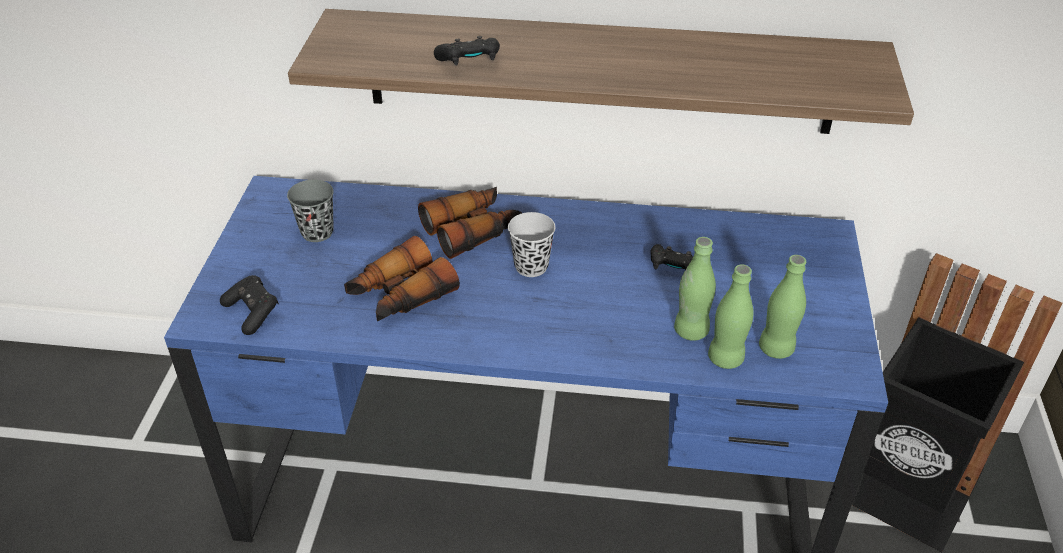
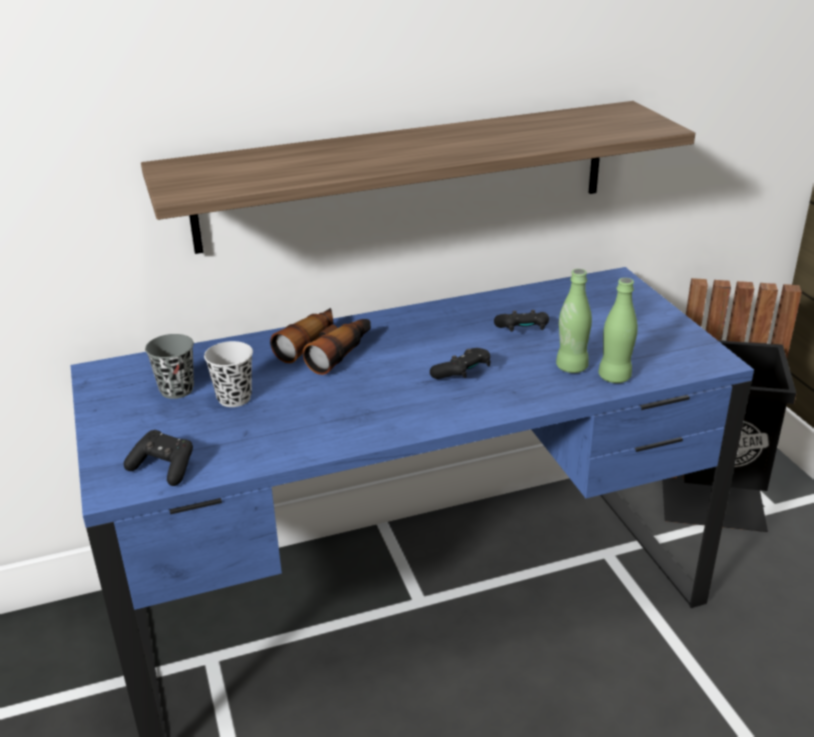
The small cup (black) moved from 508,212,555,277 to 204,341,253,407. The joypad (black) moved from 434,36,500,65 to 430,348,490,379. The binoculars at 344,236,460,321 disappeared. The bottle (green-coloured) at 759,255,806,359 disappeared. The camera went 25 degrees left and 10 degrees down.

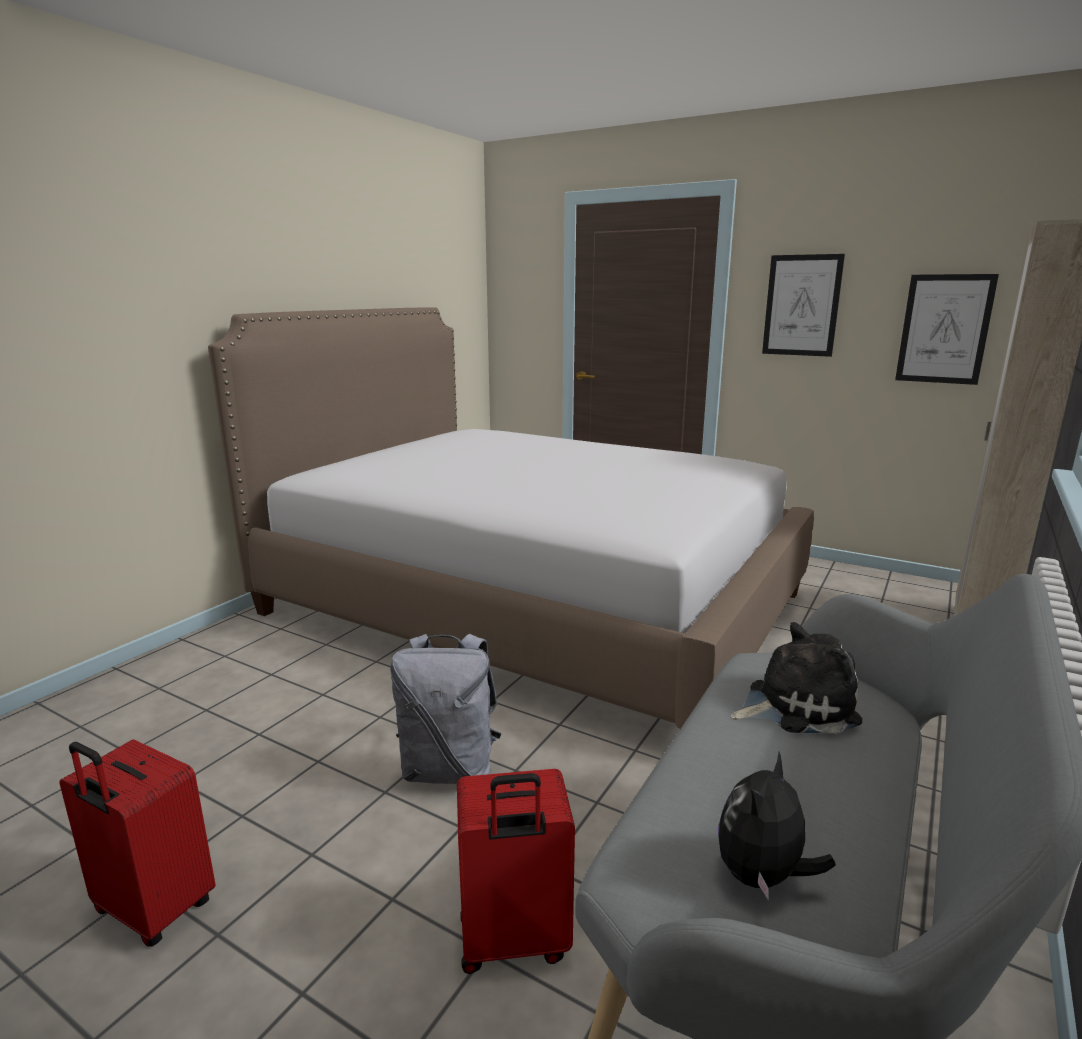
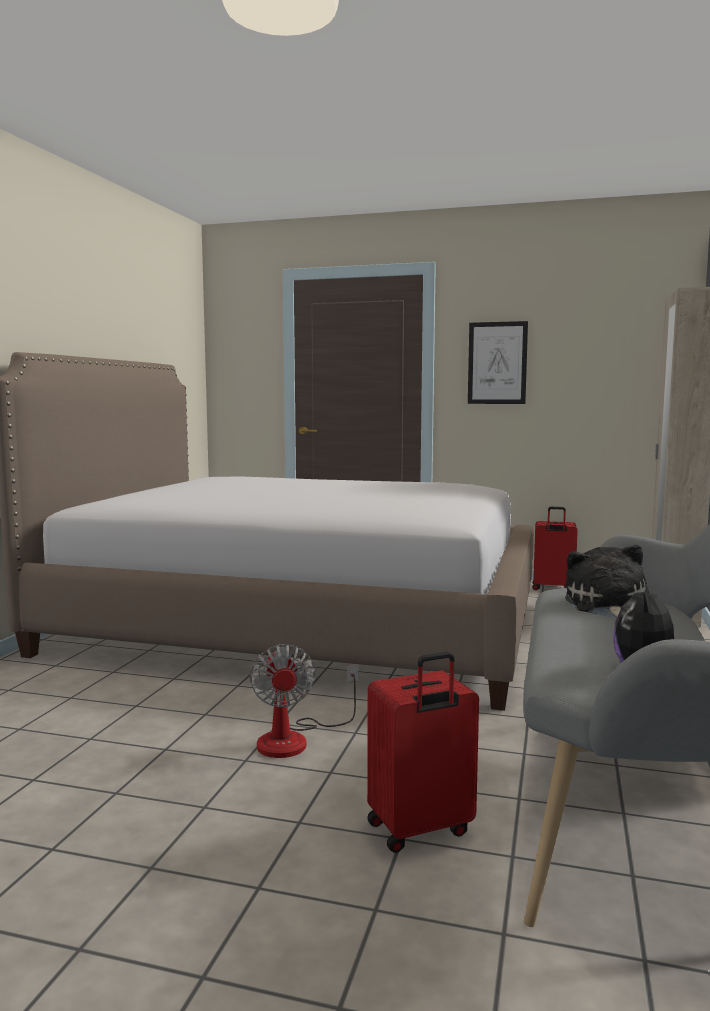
The backpack (grey) at 390,634,502,784 was replaced by the cooling fan at 250,644,359,758. The suitcase (red) moved from 60,739,216,947 to 532,507,578,590. The cuddly toy at 731,622,862,734 turned 60 degrees counterclockwise. The wall art at 895,274,999,385 disappeared. The camera went 15 degrees left and 10 degrees down.

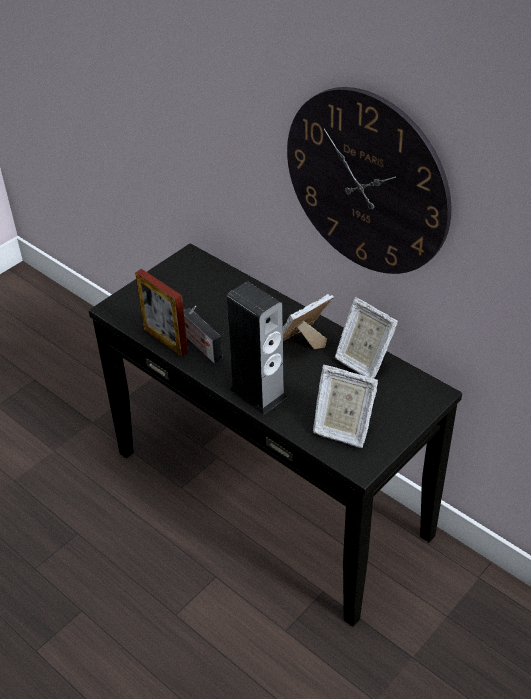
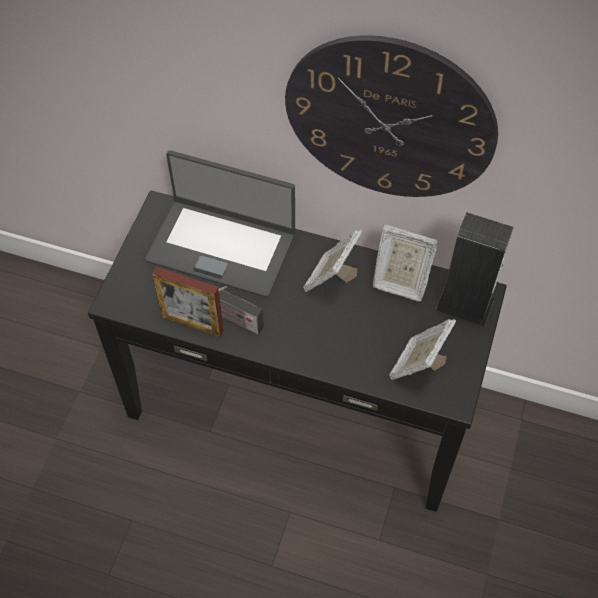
The laptop at 145,150,295,298 appeared. The photo frame at 313,365,378,448 turned 120 degrees clockwise. The speaker moved from 227,281,287,415 to 436,212,514,327. The camera went 25 degrees left and 15 degrees up.

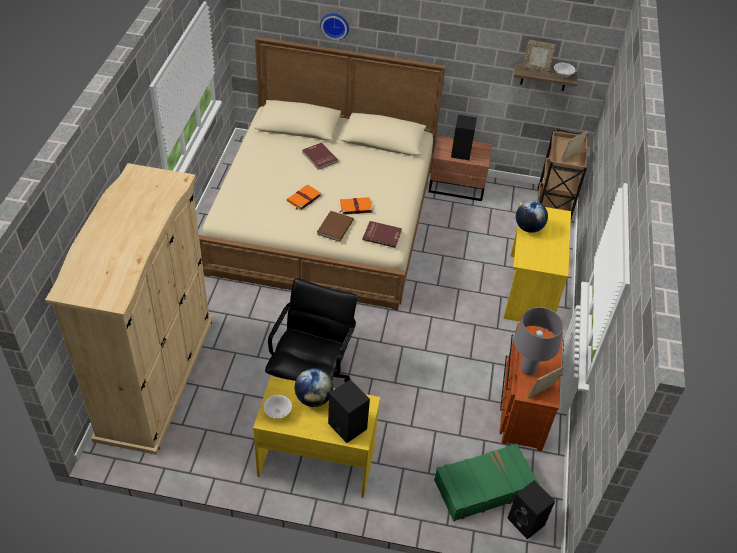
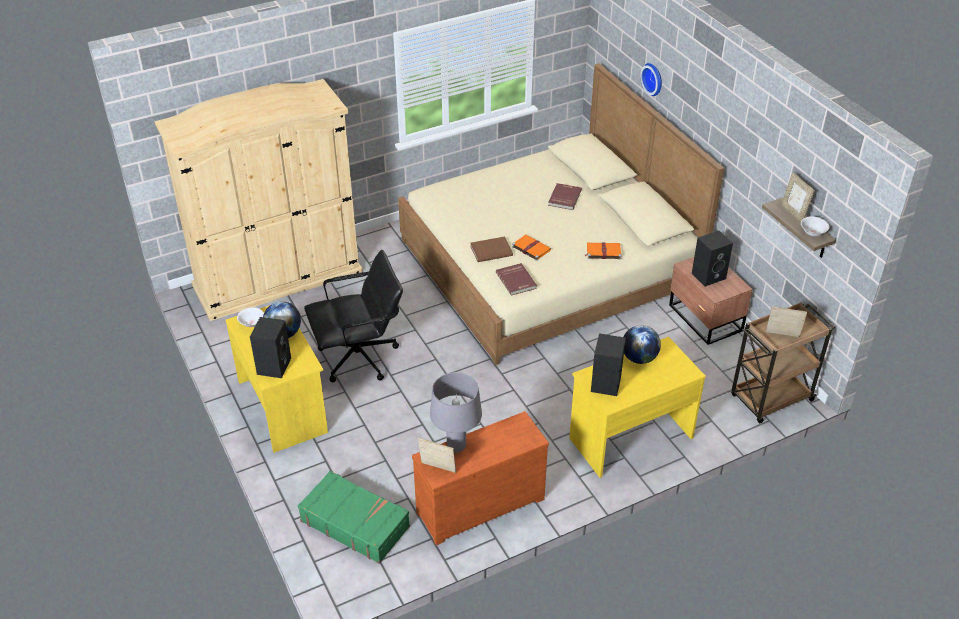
The bound book (orange) moved from 287,185,321,210 to 585,243,621,259. The speaker (black) moved from 507,480,555,539 to 591,333,626,396. The camera went 55 degrees right and 5 degrees down.

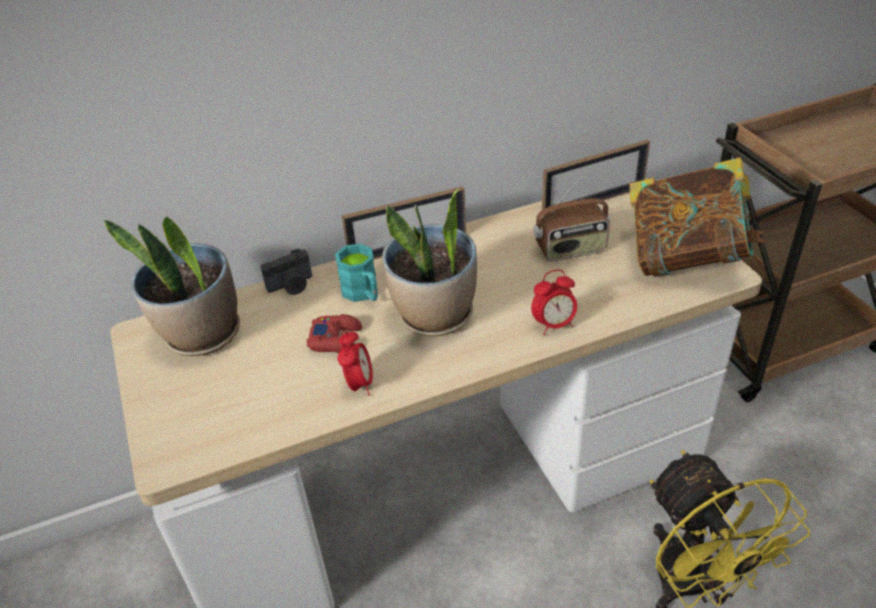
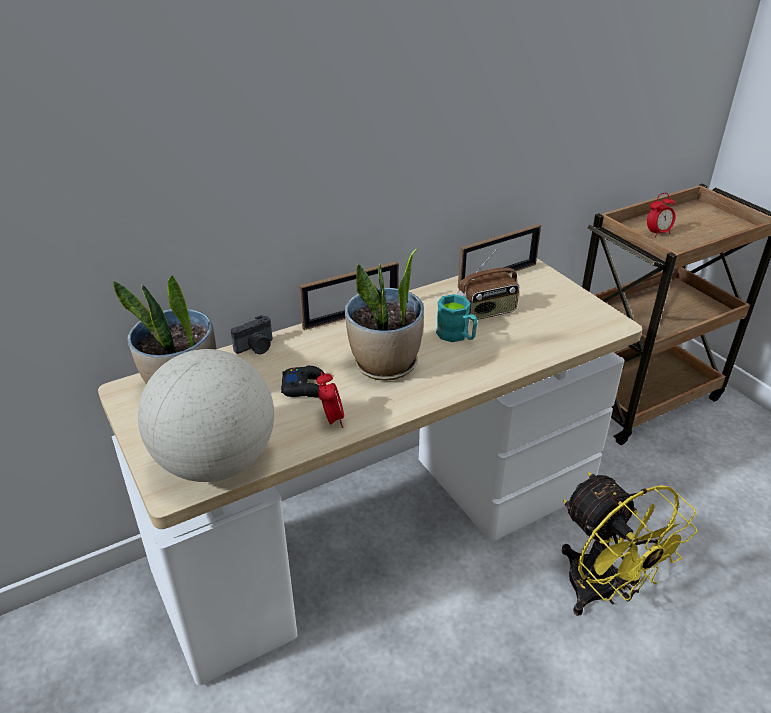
The globe at 138,349,274,482 appeared. The joypad (red) at 307,314,362,353 became the joypad (black) at 281,366,325,398. The coffee mug (blue-green) moved from 335,243,378,302 to 436,294,478,342. The alarm clock moved from 531,270,577,335 to 647,193,675,238. The bound book at 629,157,765,277 disappeared. The camera went 10 degrees left and 5 degrees down.

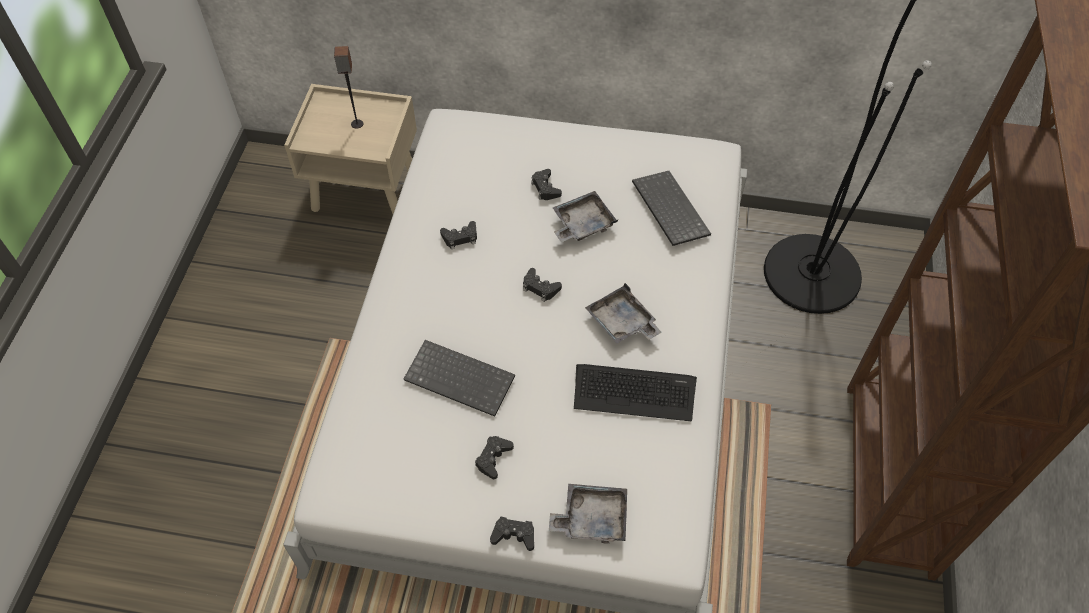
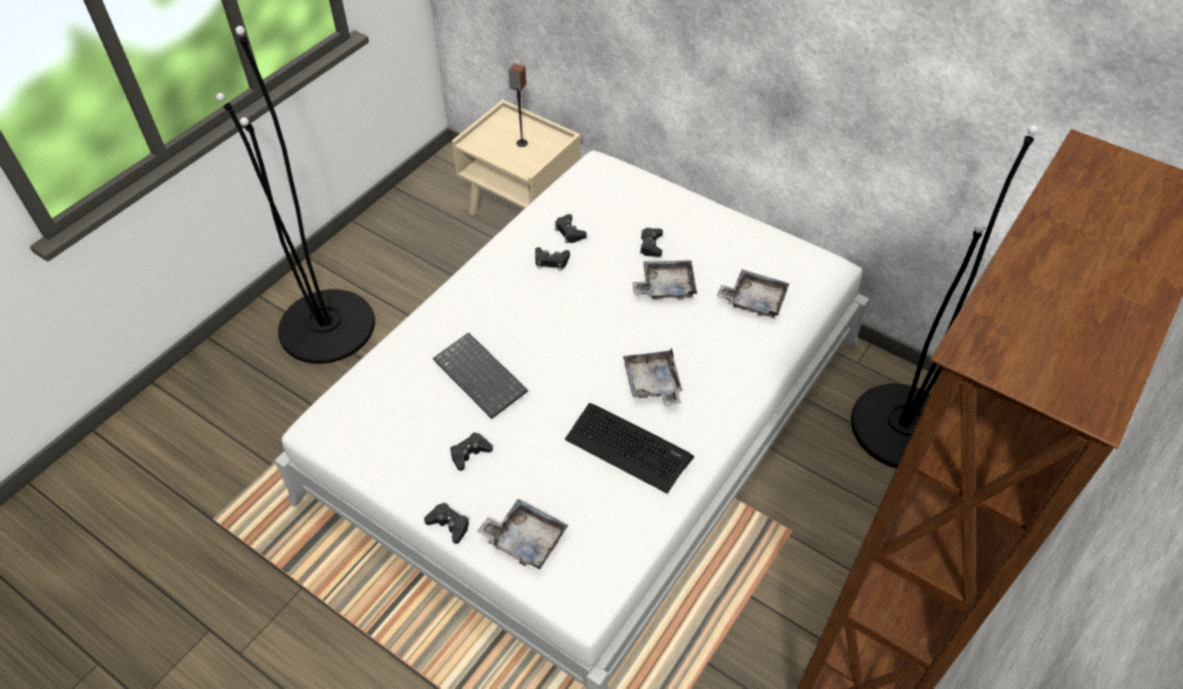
The standard lamp (black) at 216,26,375,364 appeared. The joypad (black) moved from 523,268,562,302 to 555,214,587,243. The keyboard at 632,171,711,246 was replaced by the tray (grey) at 717,269,790,318. The camera went 25 degrees right and 5 degrees down.

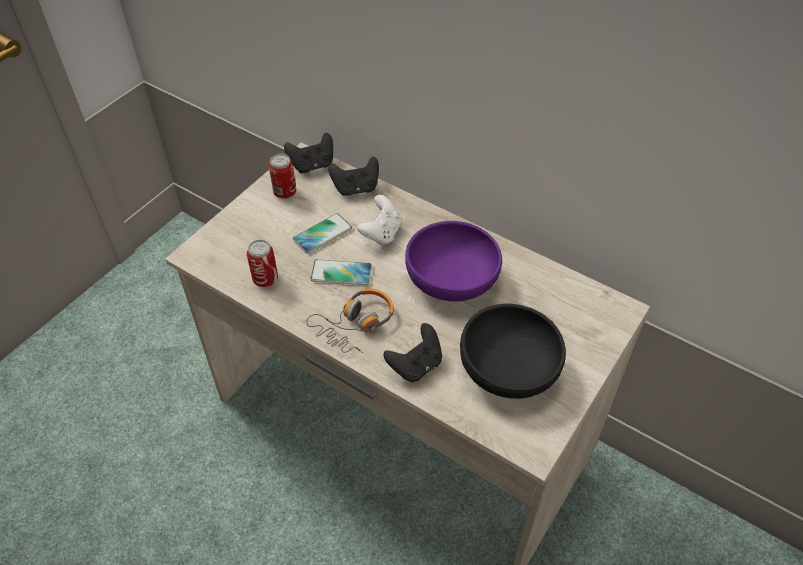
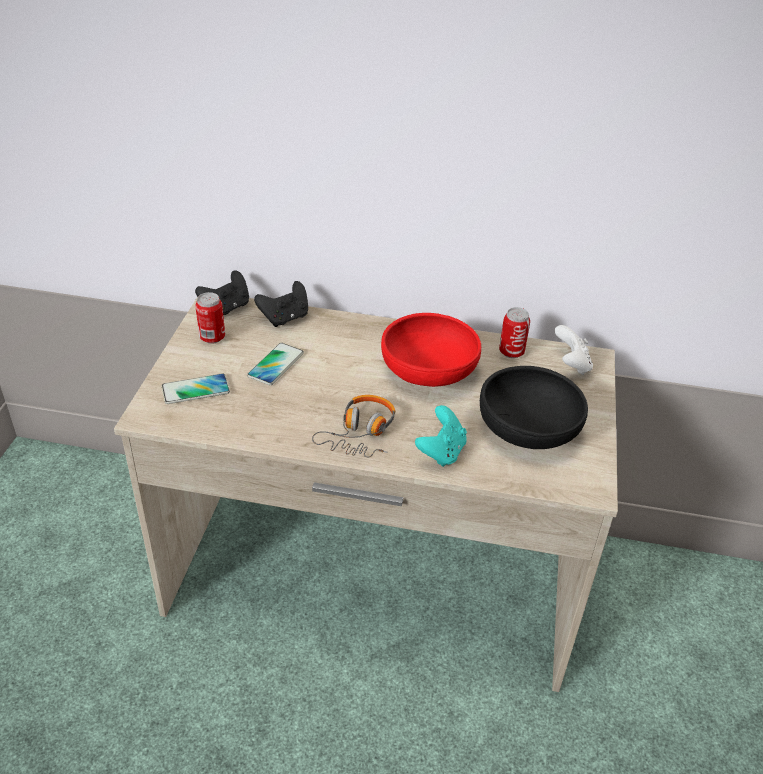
The telephone moved from 310,259,372,285 to 162,373,230,404. The deep dish (purple-coloured) at 405,221,502,302 became the deep dish (red) at 381,313,481,387. The joypad (black) at 384,323,442,382 became the joypad (blue-green) at 415,405,467,467. The metal can moved from 247,240,278,287 to 499,307,530,358. The joypad (whitish) moved from 357,195,401,246 to 555,325,593,375. The camera went 25 degrees left and 10 degrees down.

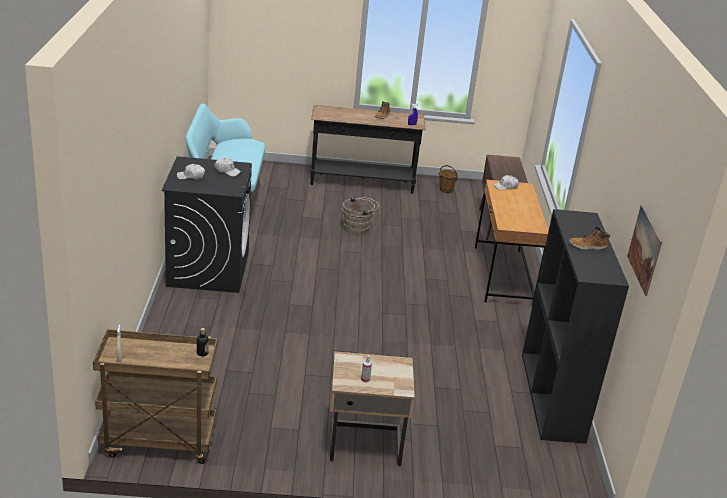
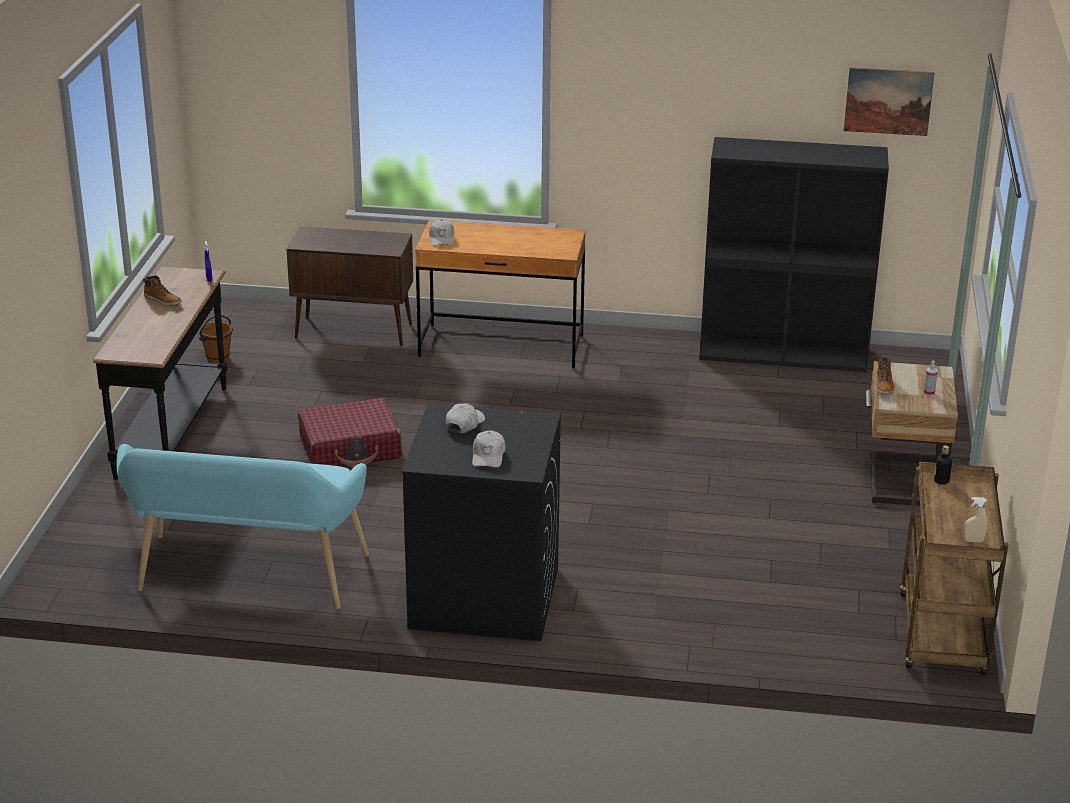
The bucket (brownish) at 343,197,379,235 was replaced by the suitcase (red) at 298,398,402,467. The tall boot moved from 569,227,610,250 to 876,357,895,394. The camera went 80 degrees left and 0 degrees up.

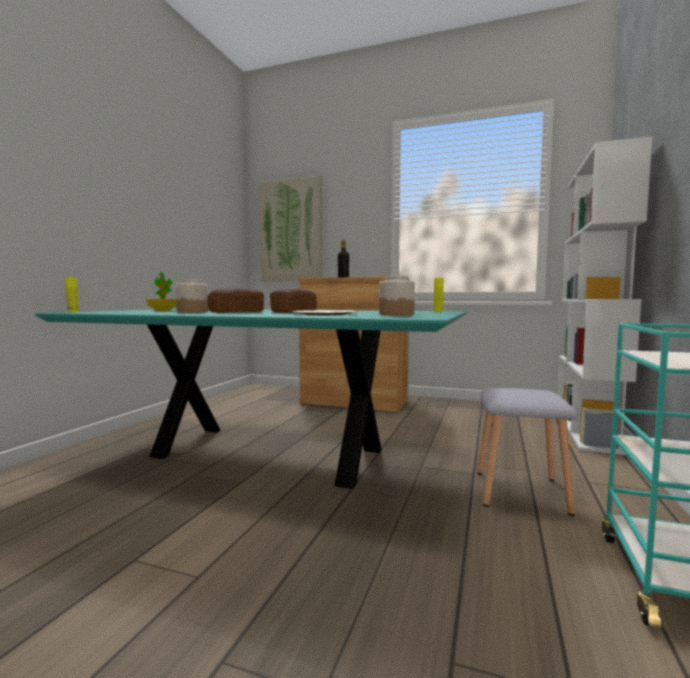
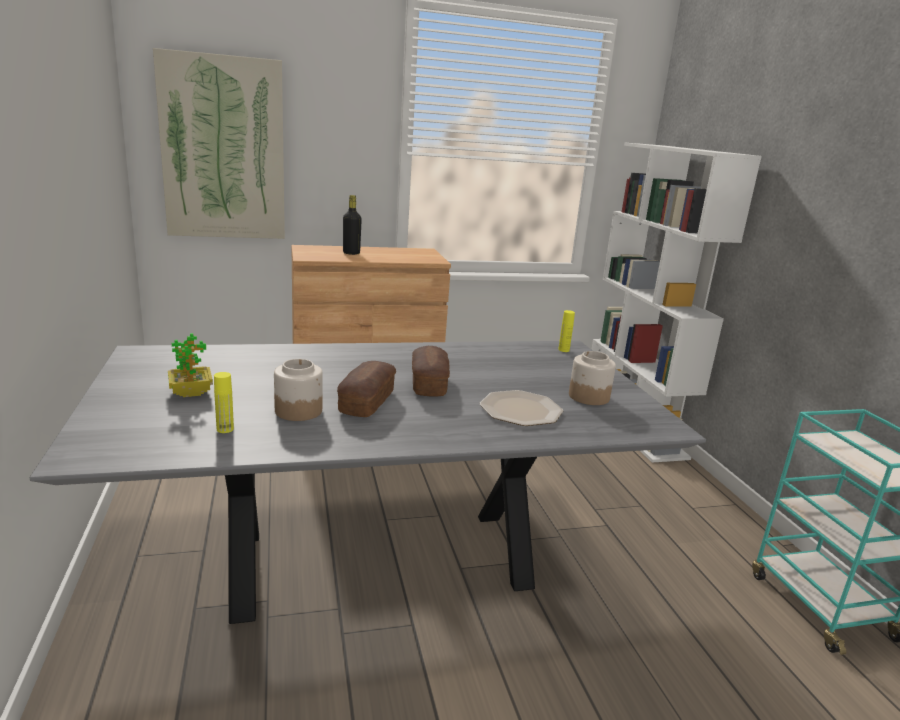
The dinner table (blue-green) at 35,309,467,489 became the dinner table (grey) at 29,341,706,624. The bottle (yellow-coloured) moved from 66,277,79,312 to 214,372,234,433. The stool seat (grey) at 477,388,578,516 disappeared. The camera went 35 degrees left and 15 degrees up.

